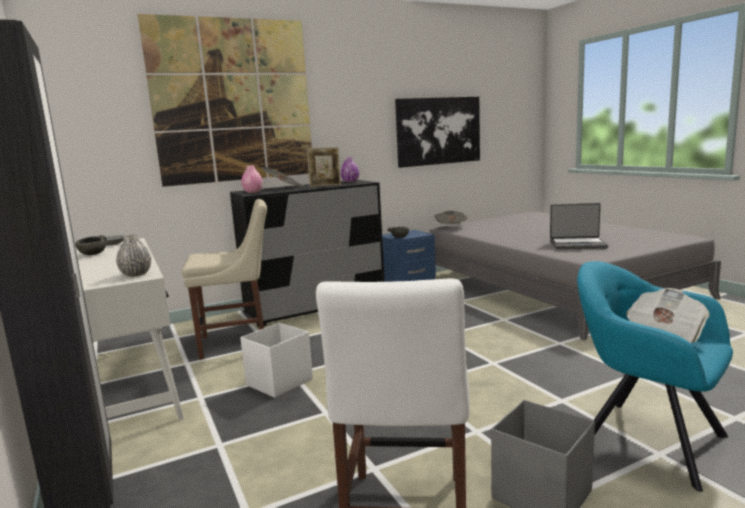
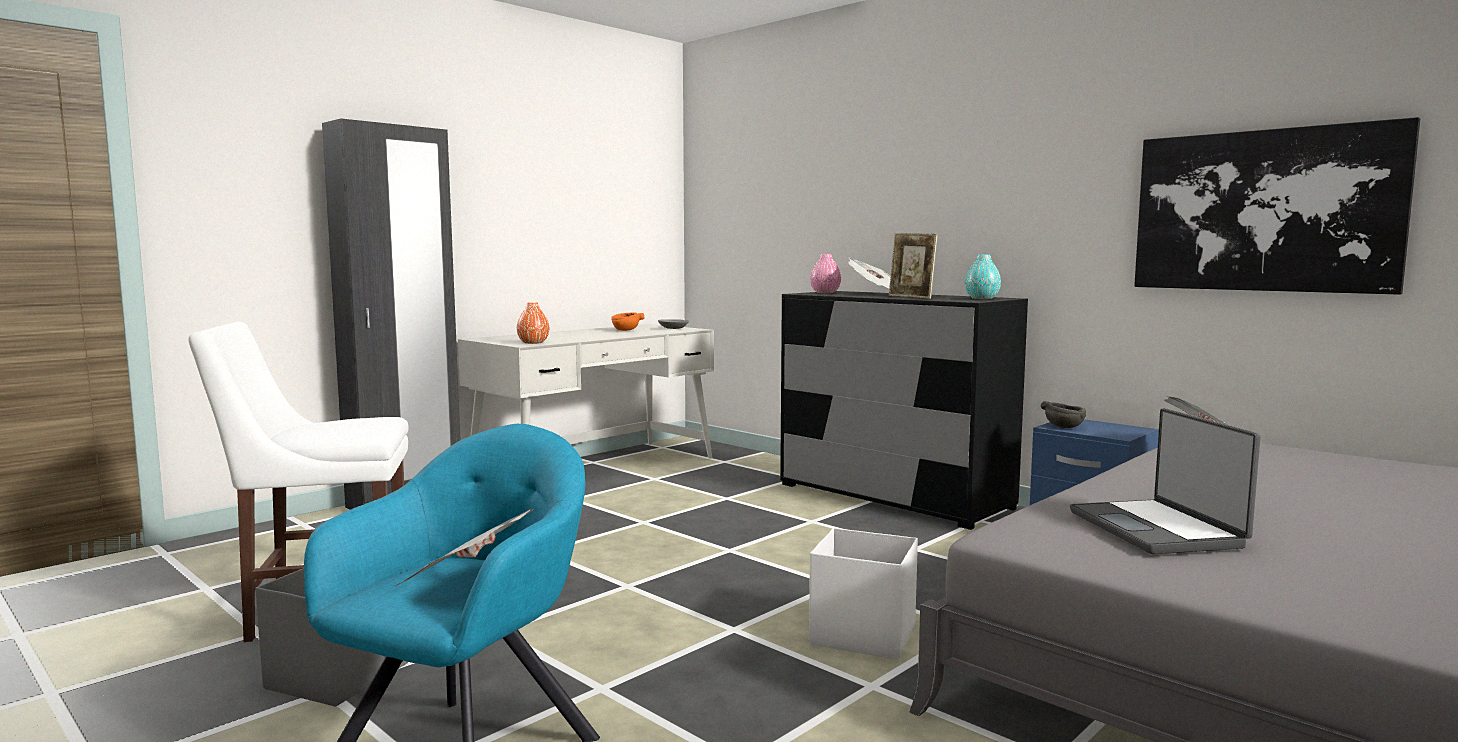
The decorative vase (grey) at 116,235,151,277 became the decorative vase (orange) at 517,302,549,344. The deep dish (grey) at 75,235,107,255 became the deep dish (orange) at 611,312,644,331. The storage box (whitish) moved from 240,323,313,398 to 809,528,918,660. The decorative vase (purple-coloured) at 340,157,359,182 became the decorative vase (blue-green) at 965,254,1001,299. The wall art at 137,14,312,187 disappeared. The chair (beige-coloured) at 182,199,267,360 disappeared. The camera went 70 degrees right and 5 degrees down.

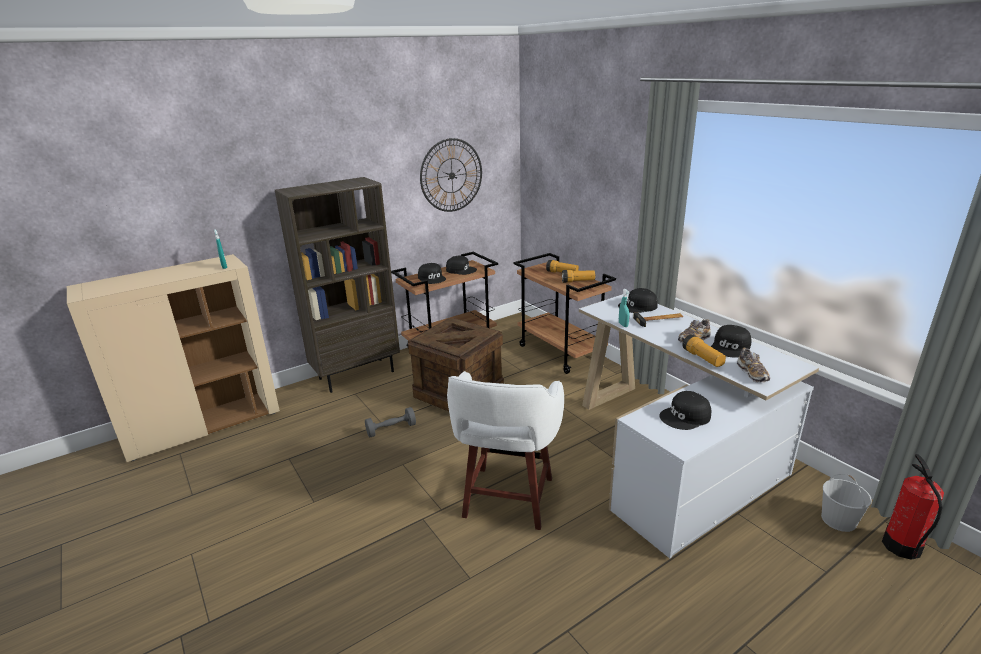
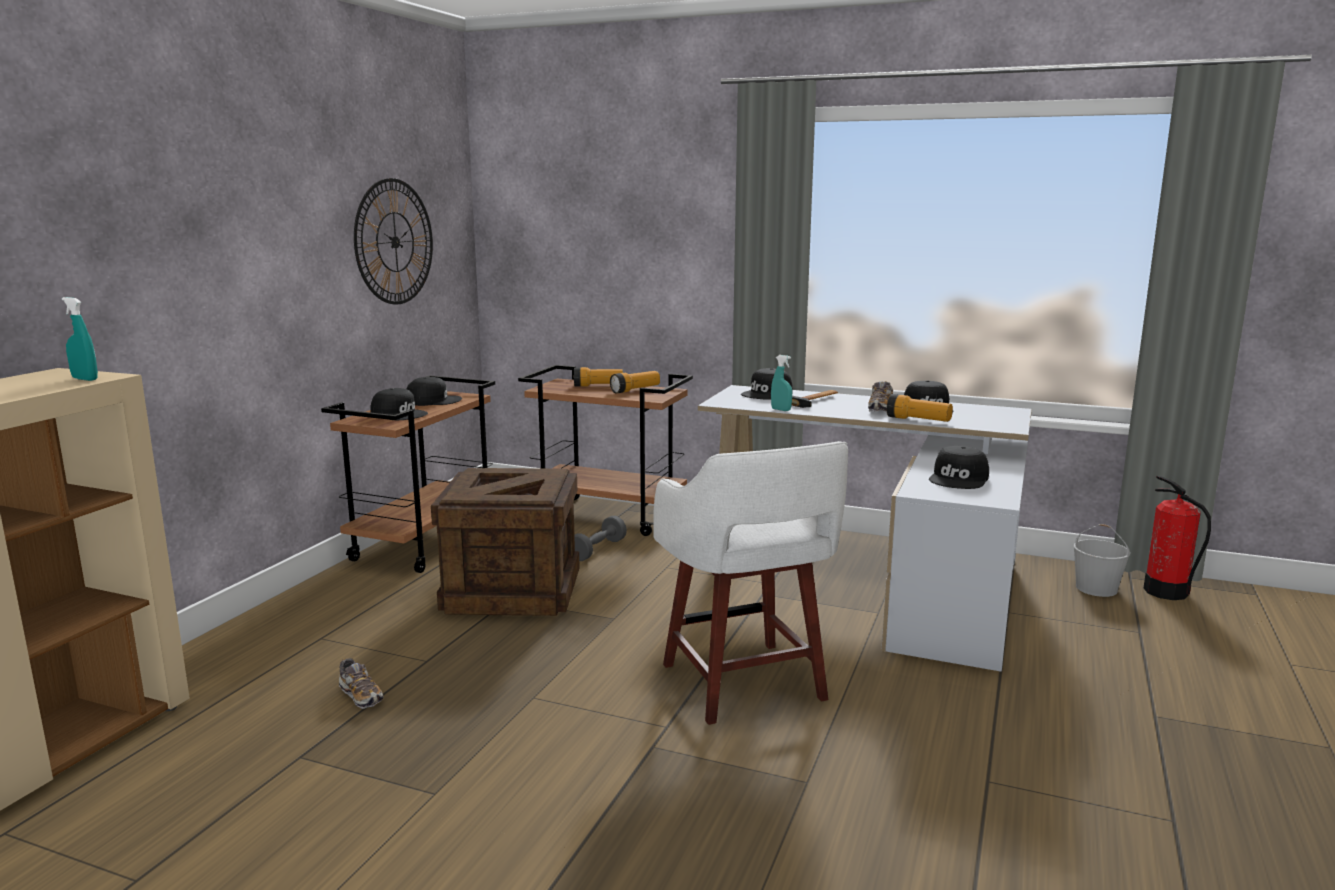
The shoe moved from 737,348,770,383 to 339,658,383,709. The dumbbell (grey) moved from 365,407,416,437 to 574,516,627,561. The shelving unit (brownish) at 275,177,400,393 disappeared. The camera went 35 degrees left and 10 degrees down.

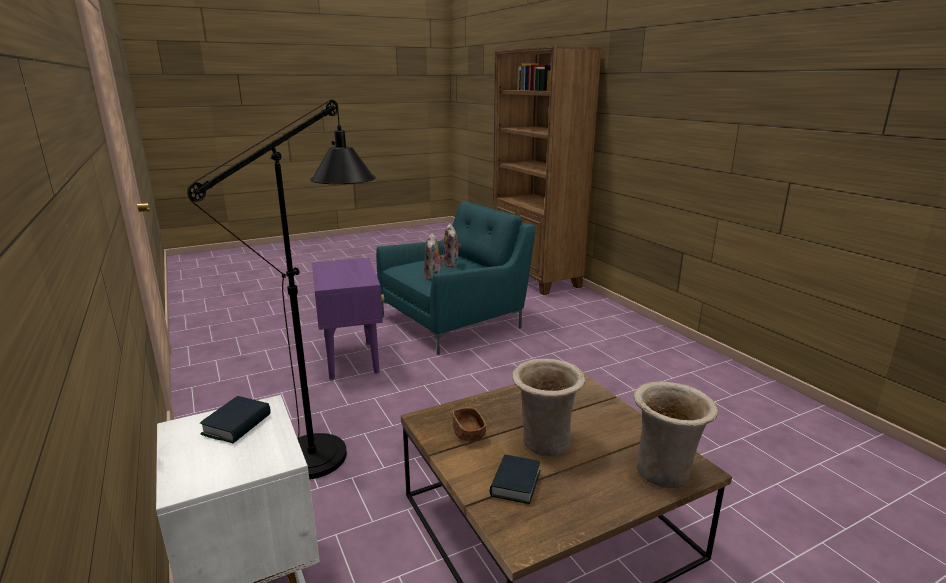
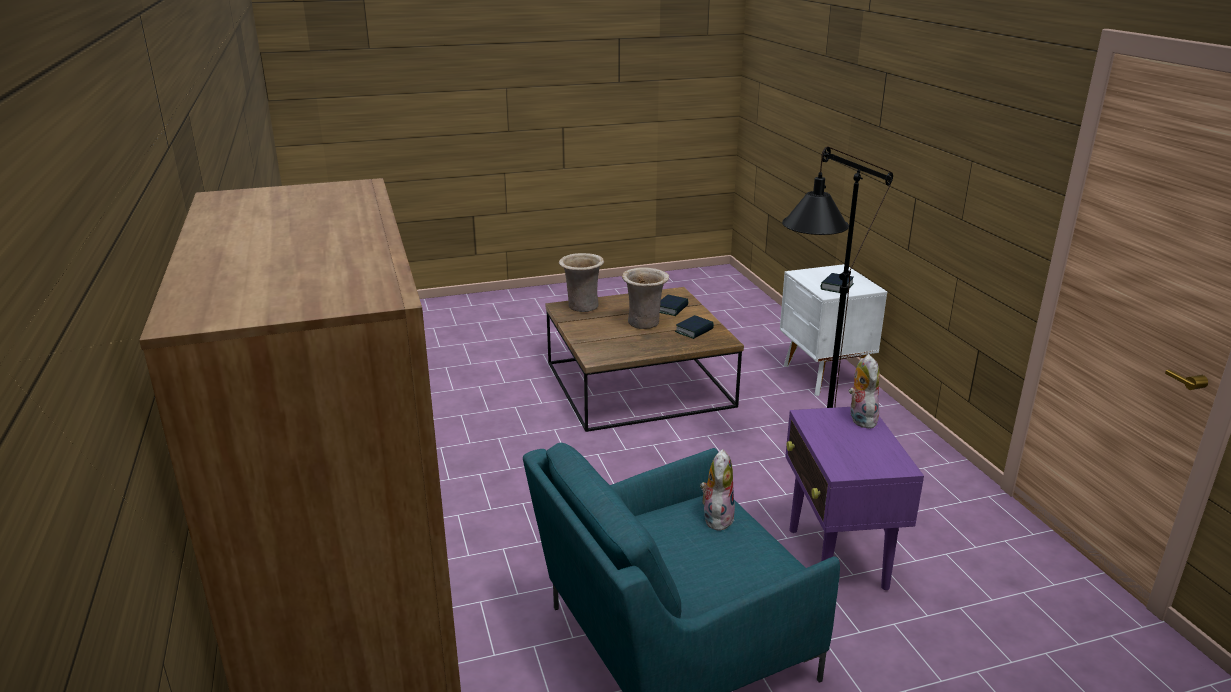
The deep dish (brownish) at 453,407,486,442 was replaced by the bound book at 675,315,714,339. The cuddly toy moved from 442,224,461,267 to 849,354,880,429. The camera went 170 degrees left and 5 degrees up.

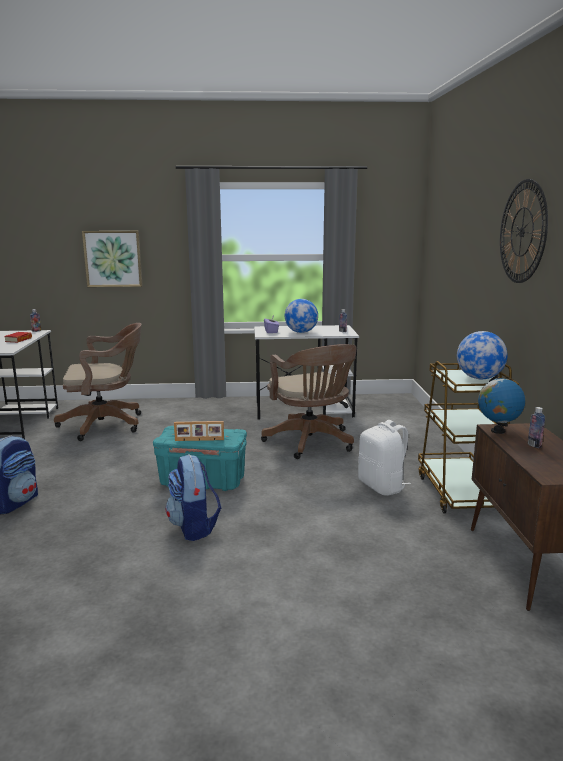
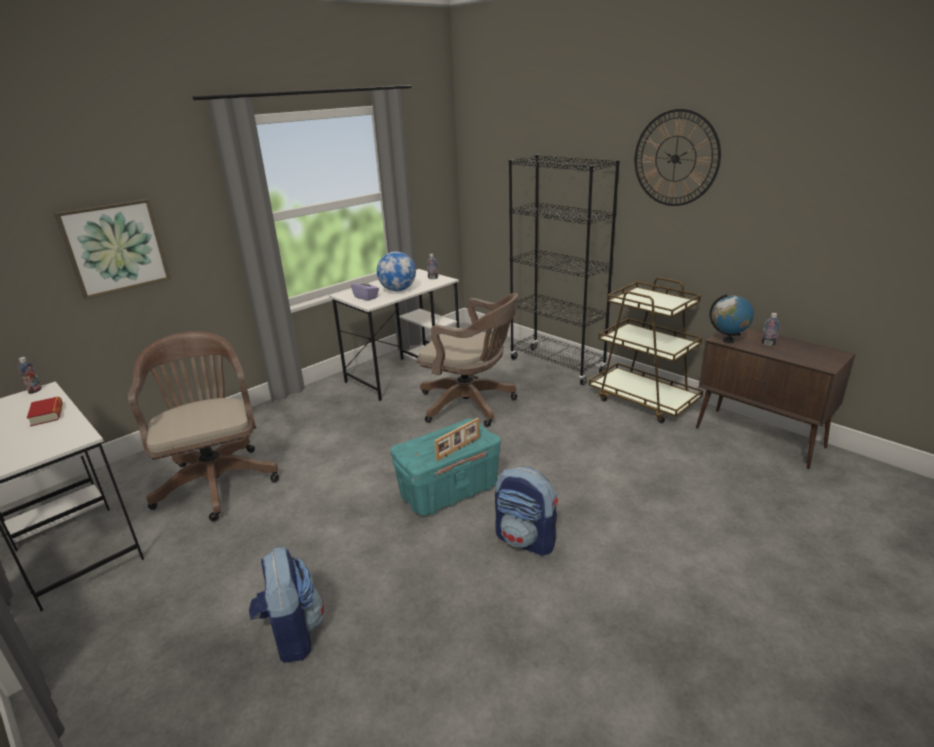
The computer chair (brownish) at 54,323,142,441 turned 60 degrees counterclockwise. The shelving unit (black) at 509,155,620,385 appeared. The backpack (whitish) at 358,420,411,496 disappeared. The globe at 457,331,508,379 disappeared. The camera went 40 degrees left and 10 degrees up.

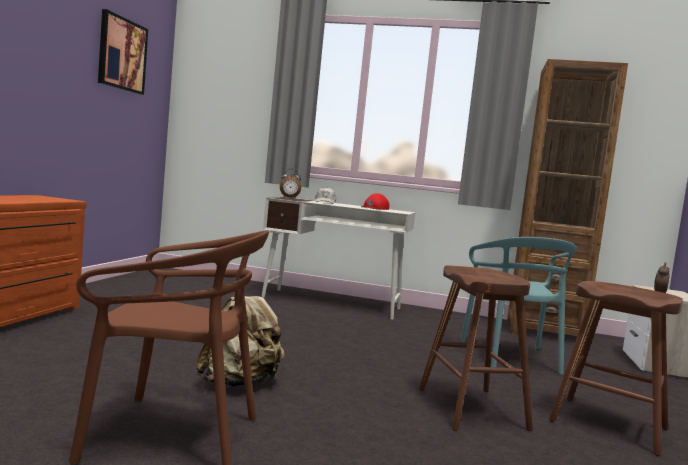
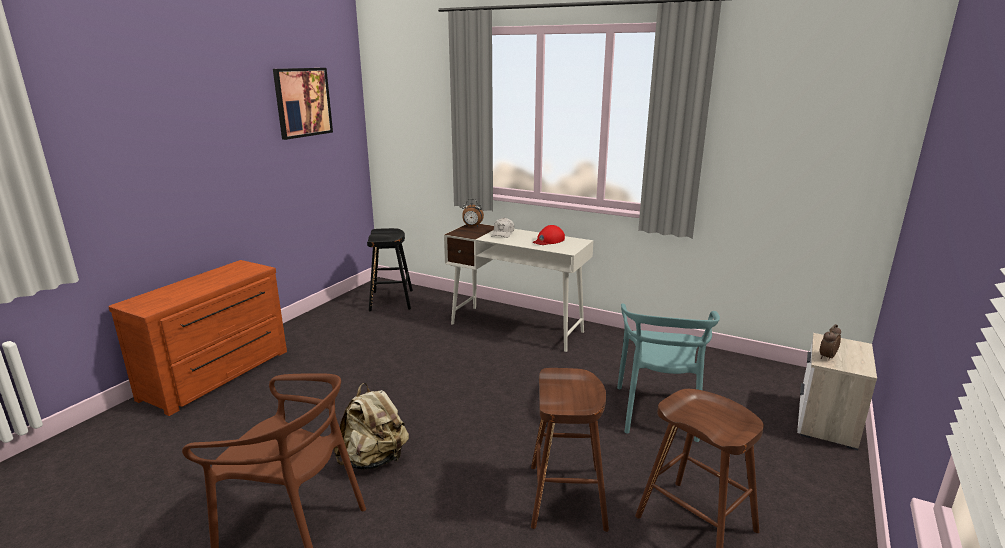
The stool seat (black) at 367,228,413,311 appeared. The shelving unit (brownish) at 507,59,628,336 disappeared. The camera went 15 degrees right and 15 degrees up.

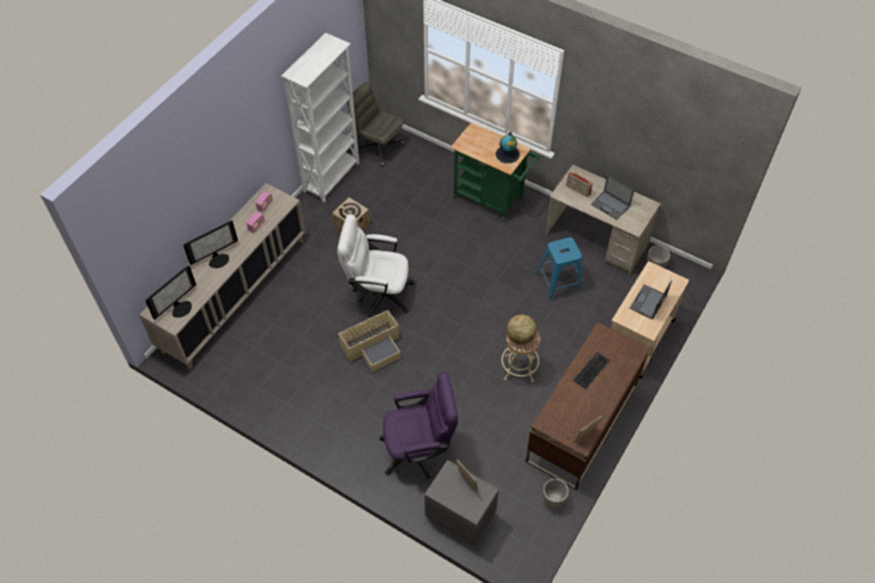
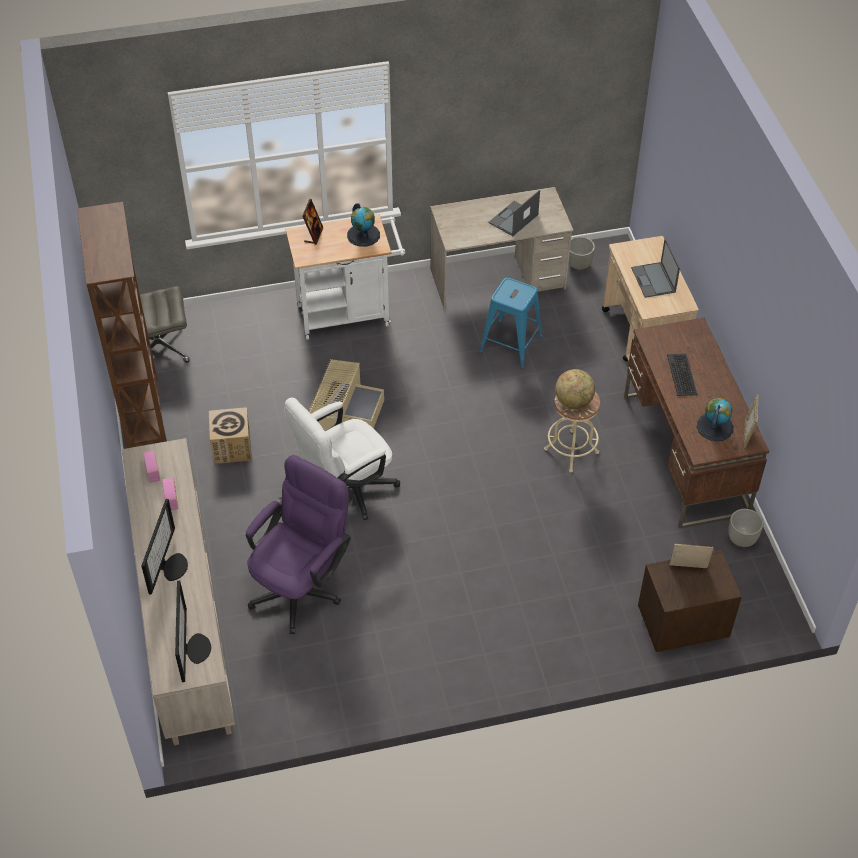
The shelving unit (whitish) at 281,33,359,203 became the shelving unit (brownish) at 77,202,167,448. The computer chair (purple-coloured) moved from 379,372,458,479 to 246,455,351,634. The cart (green-coloured) at 450,122,540,221 became the cart (whitish) at 285,214,405,340. The photo frame at 302,199,323,245 appeared. The storage box (beige-coloured) moved from 338,309,401,372 to 309,359,384,431. The laptop at 591,175,634,220 turned 135 degrees clockwise. The night table (grey) at 424,460,499,545 became the night table (brownish) at 638,550,742,652. The globe at 697,398,734,441 appeared. The radio receiver at 566,172,593,197 disappeared. The camera went 45 degrees left and 5 degrees down.

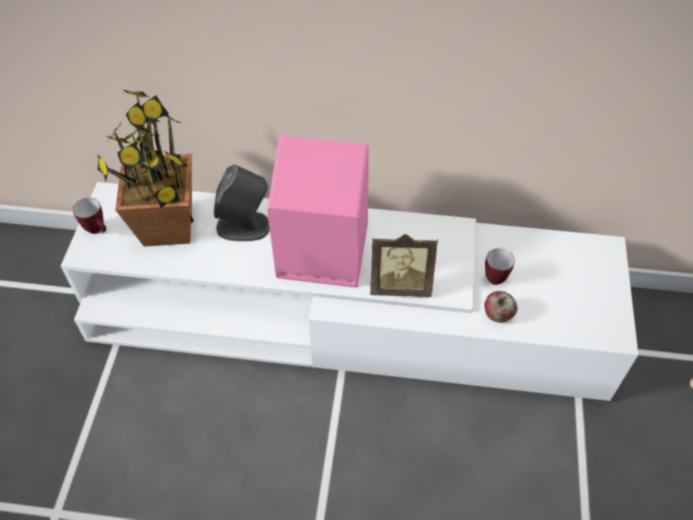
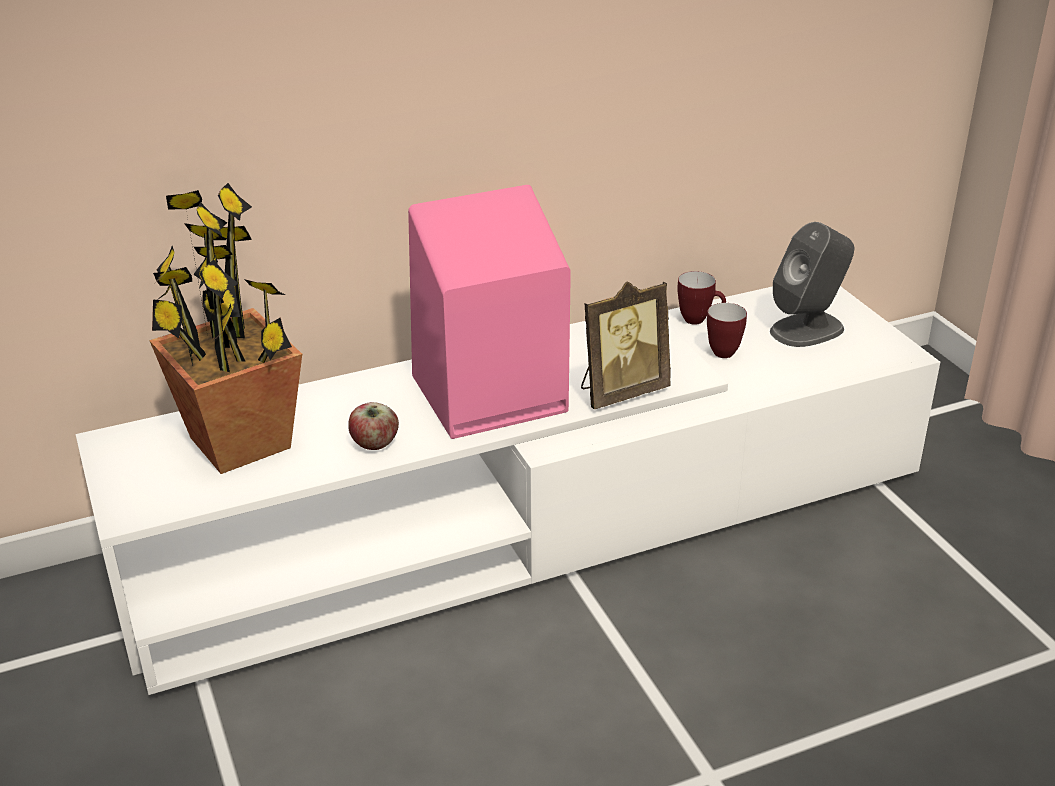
The apple fruit moved from 484,291,517,323 to 348,402,399,450. The coffee mug moved from 73,198,106,234 to 677,271,726,325. The speaker (grey) moved from 214,164,270,241 to 770,222,854,347. The camera went 30 degrees left and 20 degrees down.

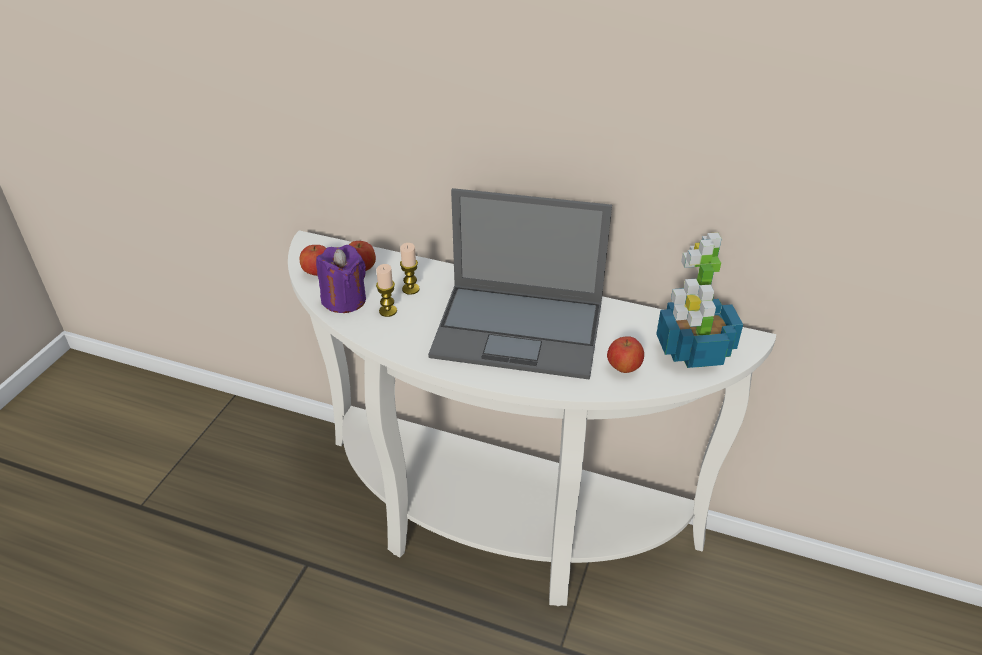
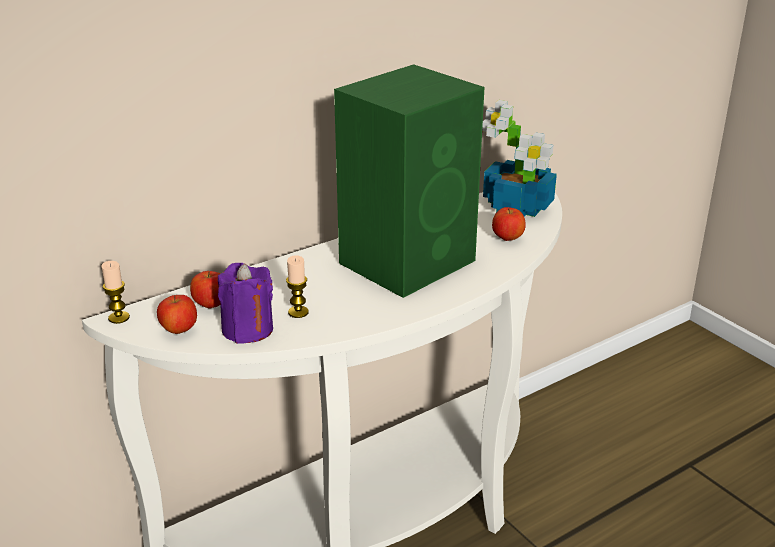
The wax candle moved from 400,243,420,295 to 101,261,130,324. The laptop at 428,188,612,379 was replaced by the speaker (green-coloured) at 334,64,485,298. The camera went 55 degrees left and 10 degrees down.

